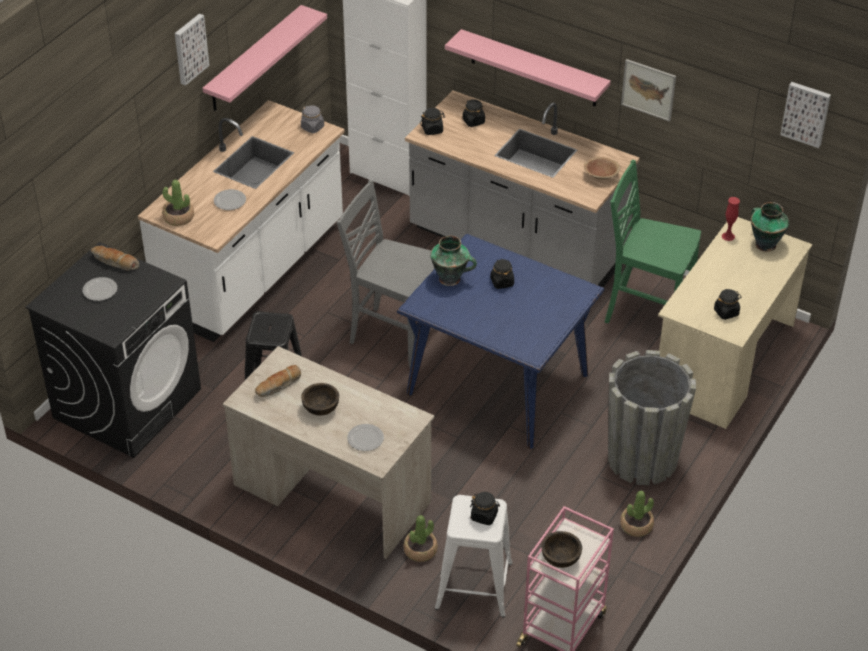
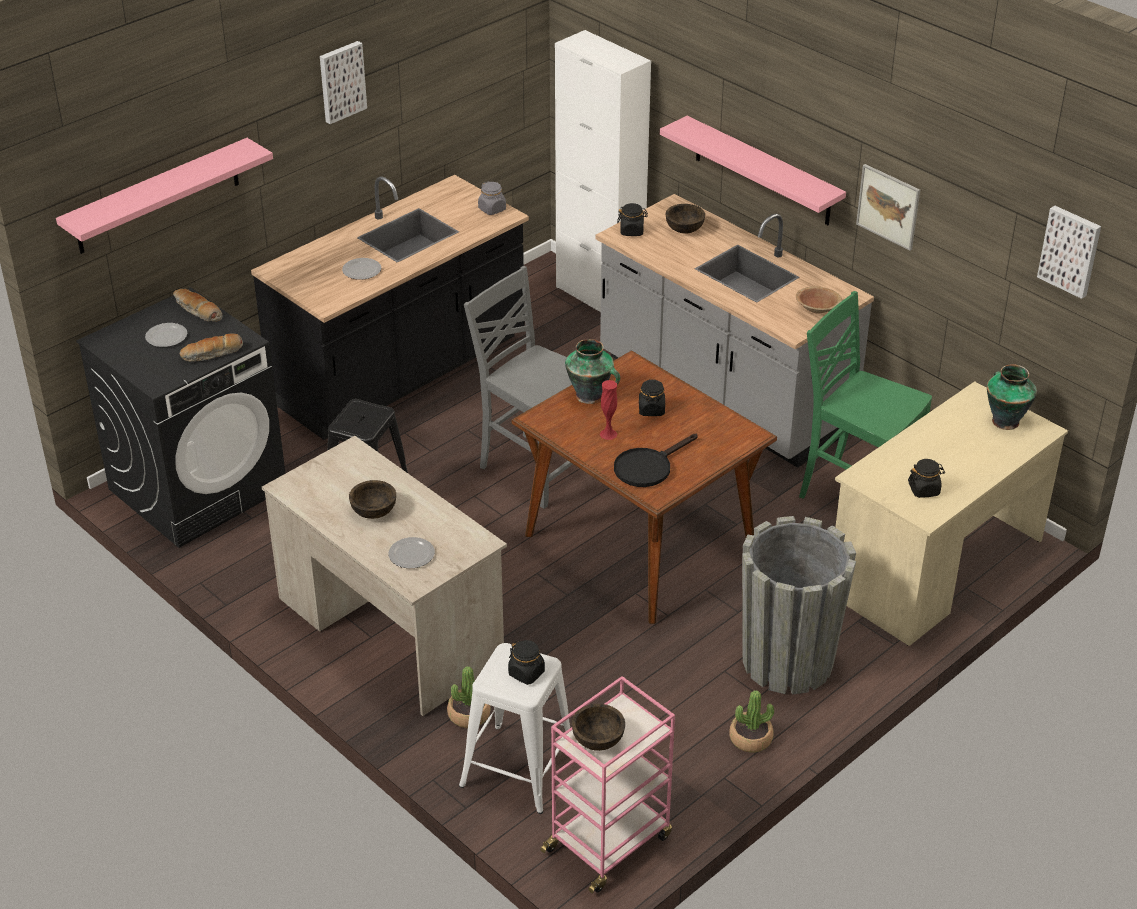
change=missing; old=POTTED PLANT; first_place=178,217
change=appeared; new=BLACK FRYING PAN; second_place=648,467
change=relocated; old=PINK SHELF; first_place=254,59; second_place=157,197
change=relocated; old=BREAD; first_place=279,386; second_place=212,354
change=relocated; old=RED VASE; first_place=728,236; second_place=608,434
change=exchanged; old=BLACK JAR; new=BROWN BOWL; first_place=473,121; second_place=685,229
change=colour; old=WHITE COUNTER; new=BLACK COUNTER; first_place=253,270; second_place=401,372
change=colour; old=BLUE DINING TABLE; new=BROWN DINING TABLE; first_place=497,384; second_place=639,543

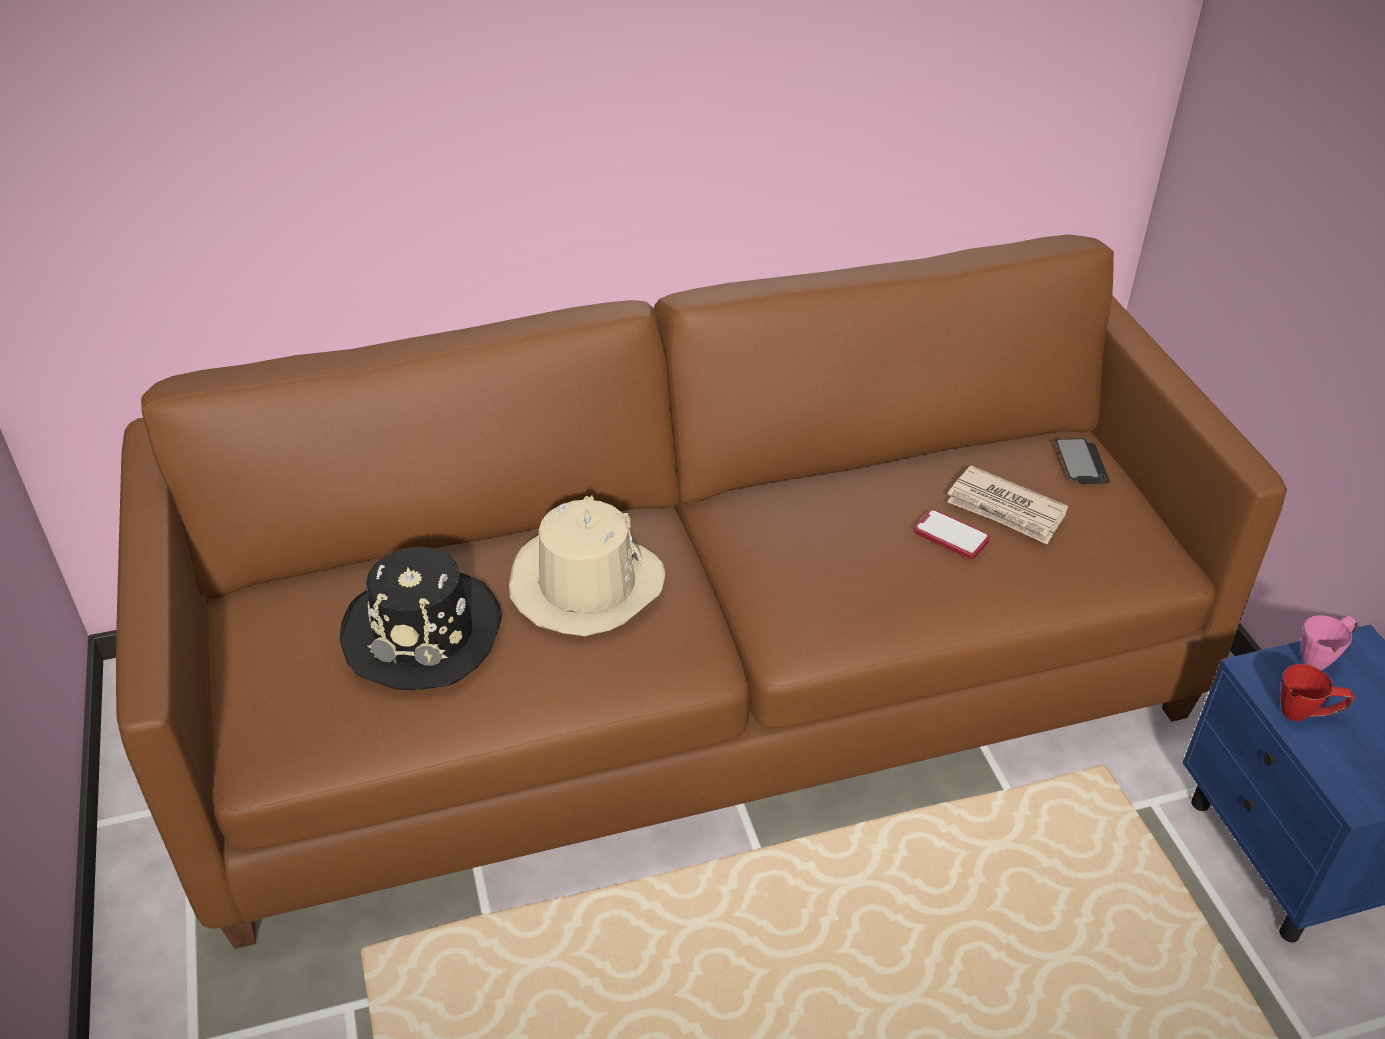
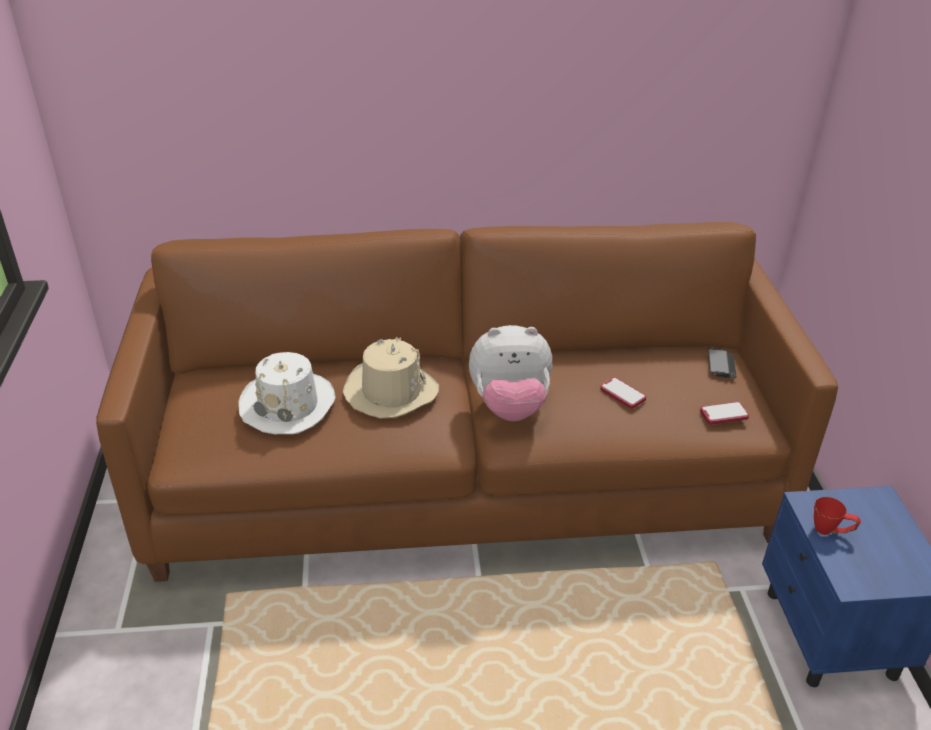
change=missing; old=NEWSPAPER; first_place=1006,509
change=missing; old=PINK MUG; first_place=1321,658
change=appeared; new=PLUSH TOY; second_place=509,407
change=appeared; new=PHONE; second_place=724,414
change=colour; old=BLACK HAT; new=WHITE HAT; first_place=424,632; second_place=288,404

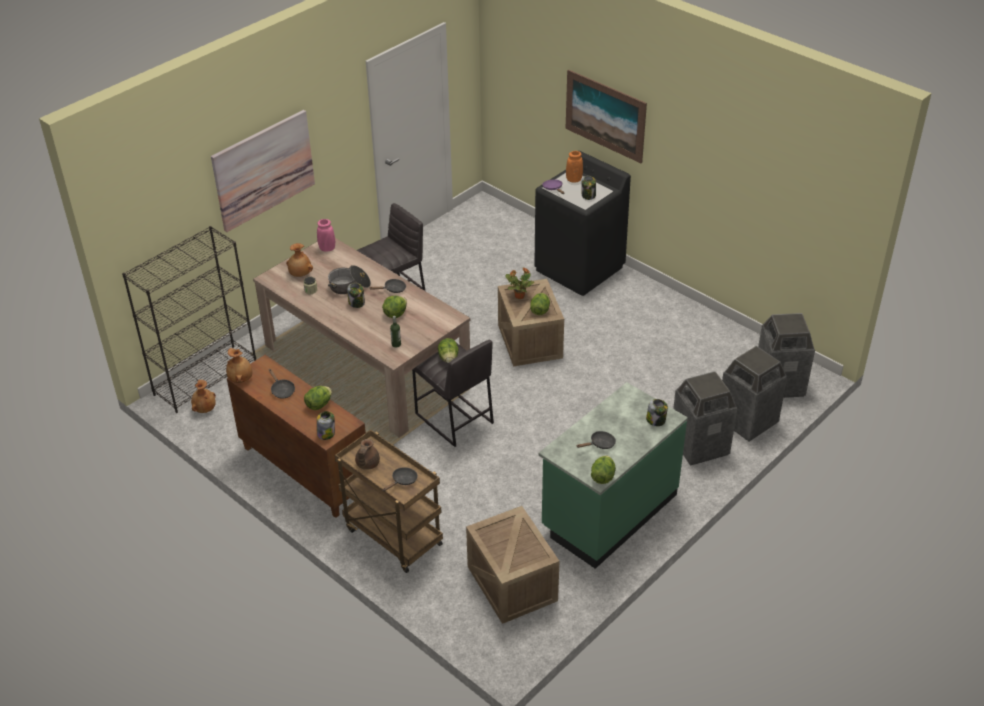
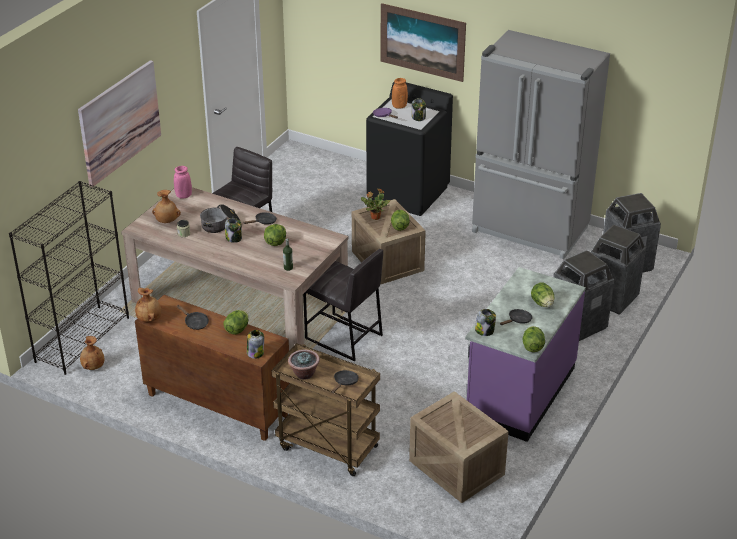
change=appeared; new=GREY FRIDGE; second_place=529,231
change=relocated; old=LETTUCE; first_place=448,358; second_place=542,303
change=relocated; old=JAR; first_place=656,420; second_place=485,331
change=exchanged; old=BROWN TEAPOT; new=POTTED PLANT; first_place=367,464; second_place=304,374
change=colour; old=GREEN COUNTER; new=PURPLE COUNTER; first_place=608,512; second_place=519,392

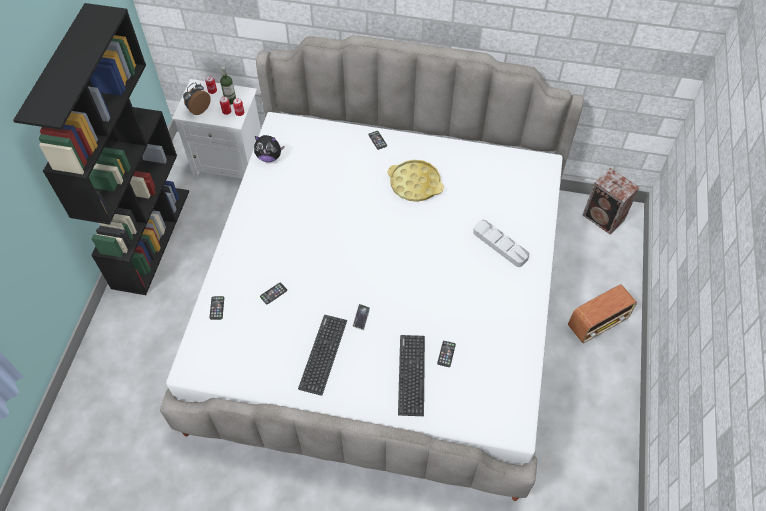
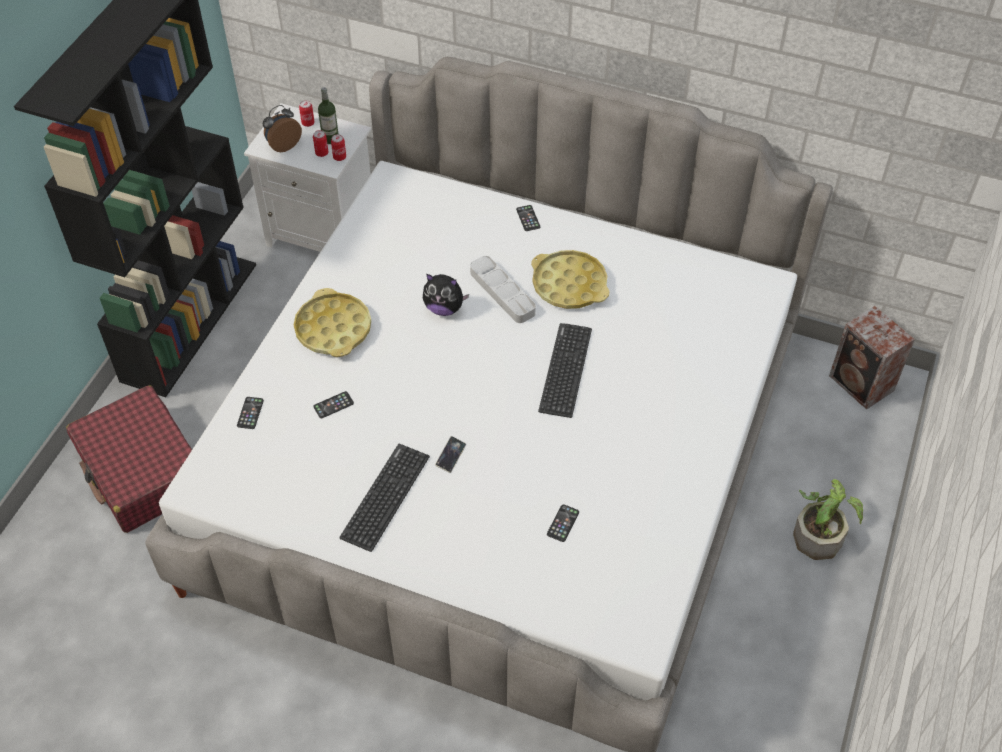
change=appeared; new=RED SUITCASE; second_place=142,470
change=appeared; new=YELLOW TRAY; second_place=333,329
change=relocated; old=PLUSH TOY; first_place=269,157; second_place=444,308
change=relocated; old=KEYBOARD; first_place=411,375; second_place=565,370
change=relocated; old=GREY TRAY; first_place=500,245; second_place=502,292
change=exchanged; old=RADIO; new=POTTED PLANT; first_place=598,323; second_place=820,533

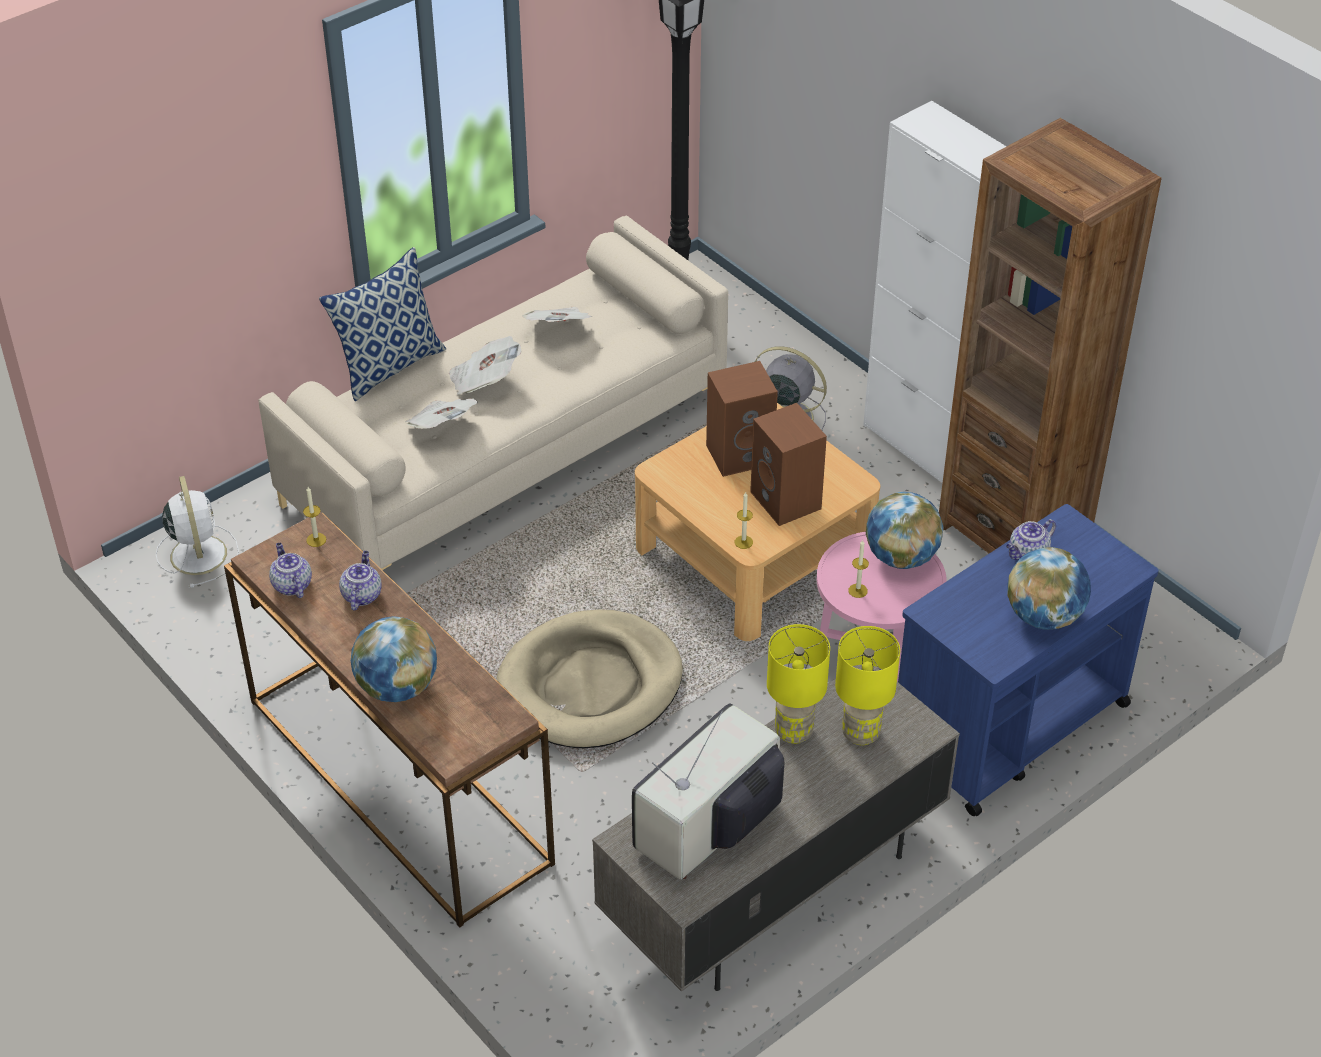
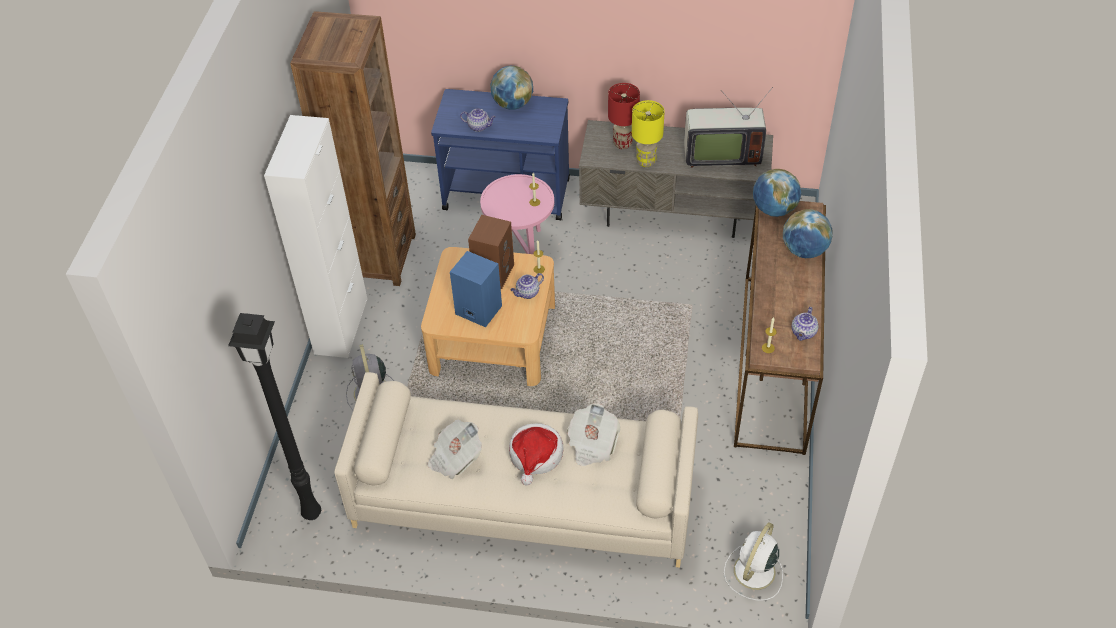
change=missing; old=PILLOW; first_place=389,366
change=missing; old=BEIGE DOG BED; first_place=590,685
change=relocated; old=TEAPOT; first_place=361,595; second_place=527,293
change=relocated; old=GLOBE; first_place=901,557; second_place=774,209
change=exchanged; old=NEWSPAPER; new=HAT; first_place=484,380; second_place=536,456
change=colour; old=BROWN SPEAKER; new=BLUE SPEAKER; first_place=741,453; second_place=477,310
change=colour; old=YELLOW TABLE LAMP; new=RED TABLE LAMP; first_place=861,733; second_place=622,144

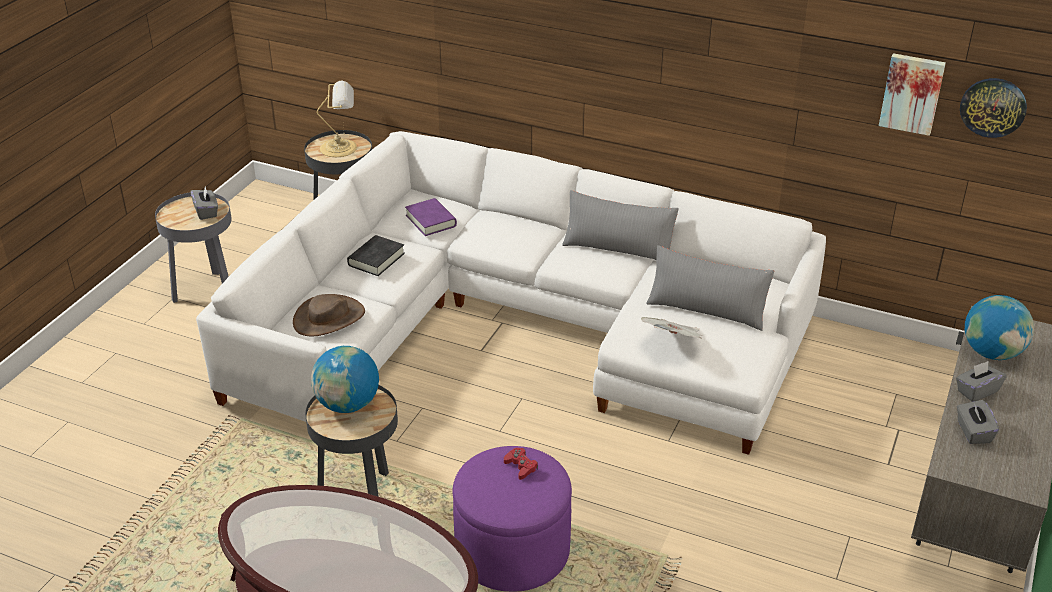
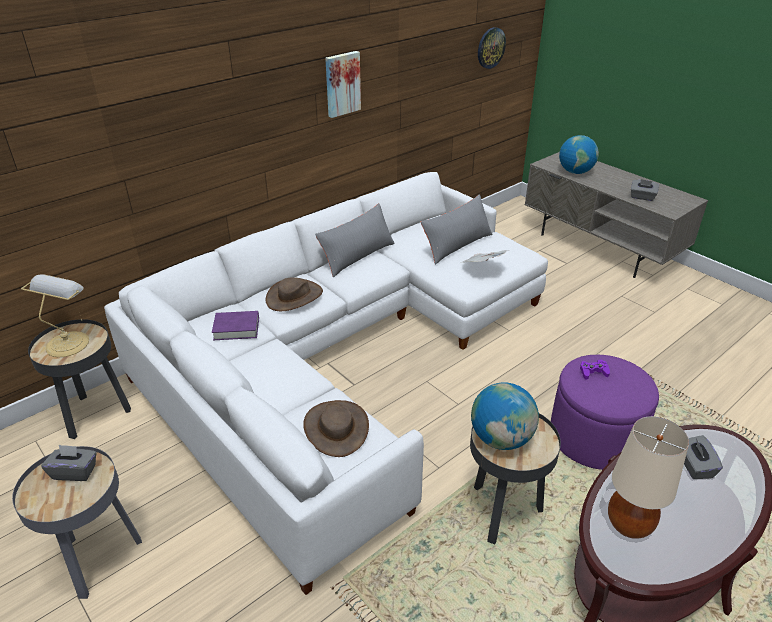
change=missing; old=BLACK BOOK; first_place=376,259
change=appeared; new=BROWN HAT; second_place=294,297
change=appeared; new=BEIGE TABLE LAMP; second_place=629,525
change=relocated; old=PICTURE; first_place=912,93; second_place=342,84
change=relocated; old=GREY TISSUE BOX; first_place=976,391; second_place=694,466
change=colour; old=RED GAME CONTROLLER; new=PURPLE GAME CONTROLLER; first_place=521,466; second_place=593,372

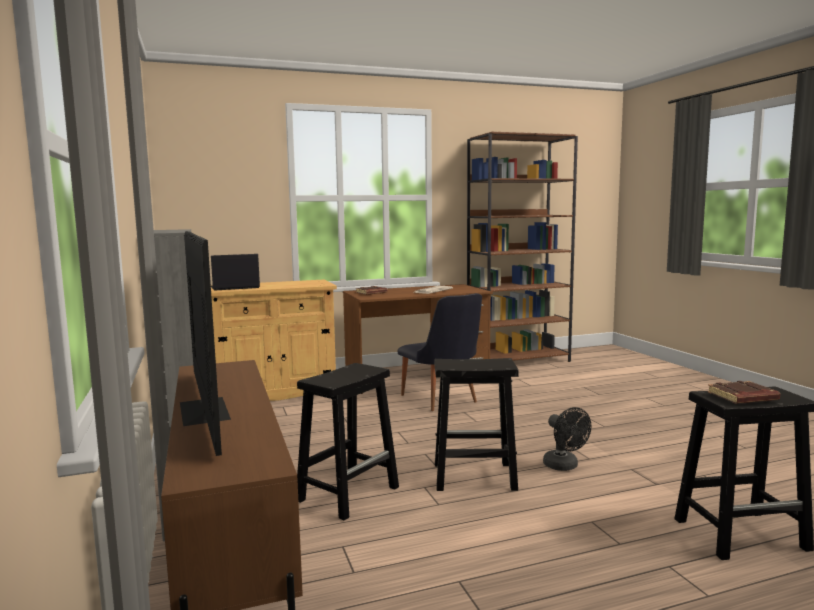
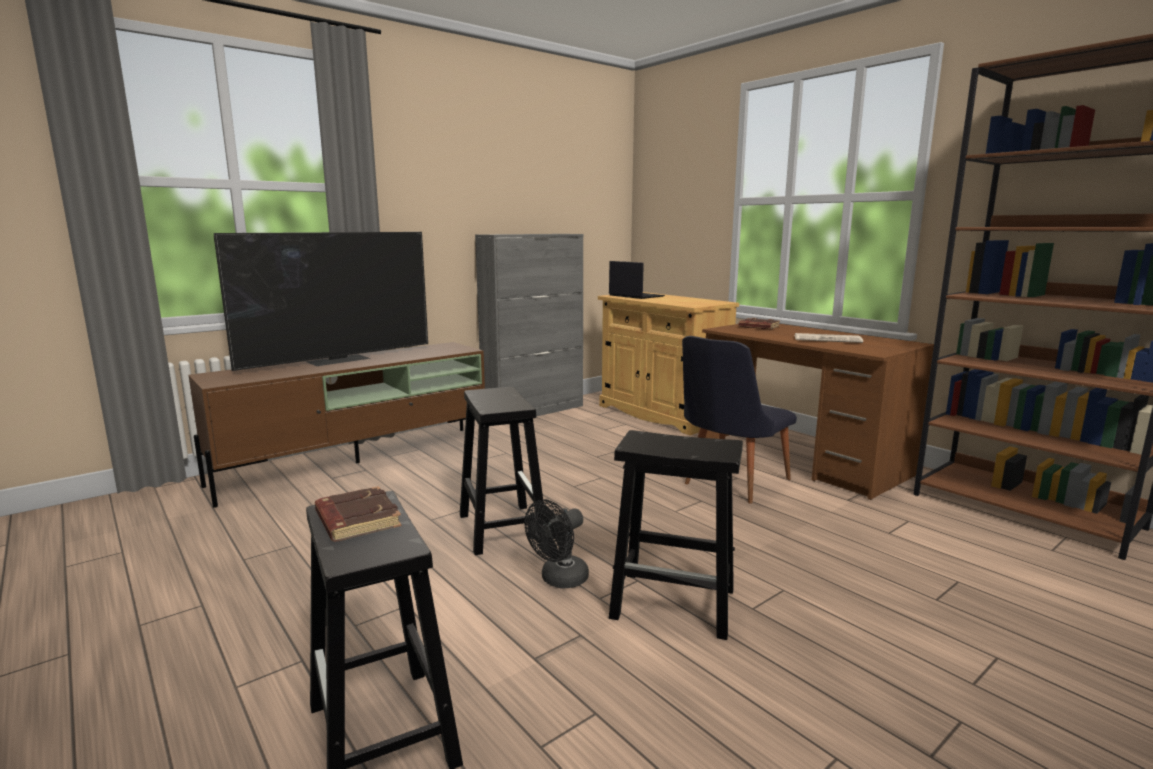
change=relocated; old=BLACK STOOL; first_place=349,493; second_place=675,603

